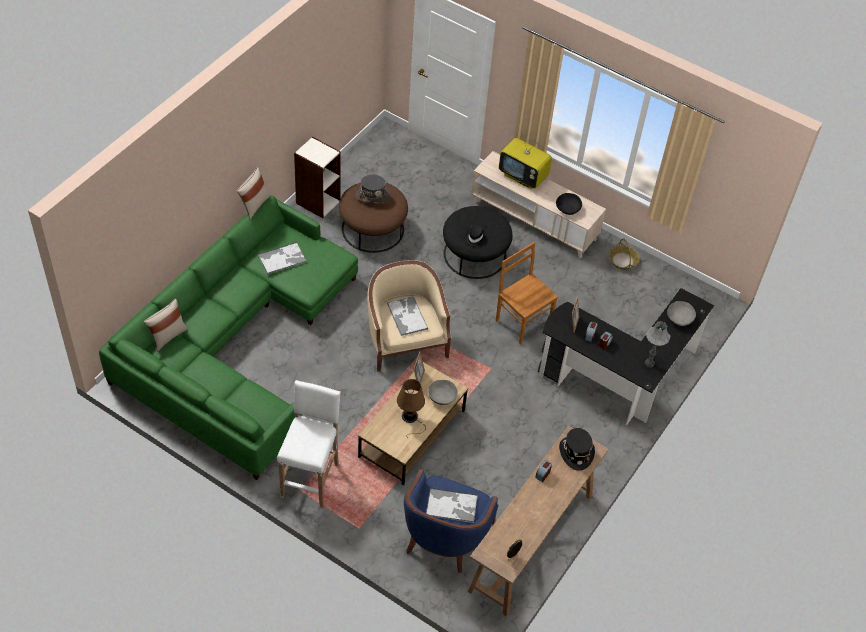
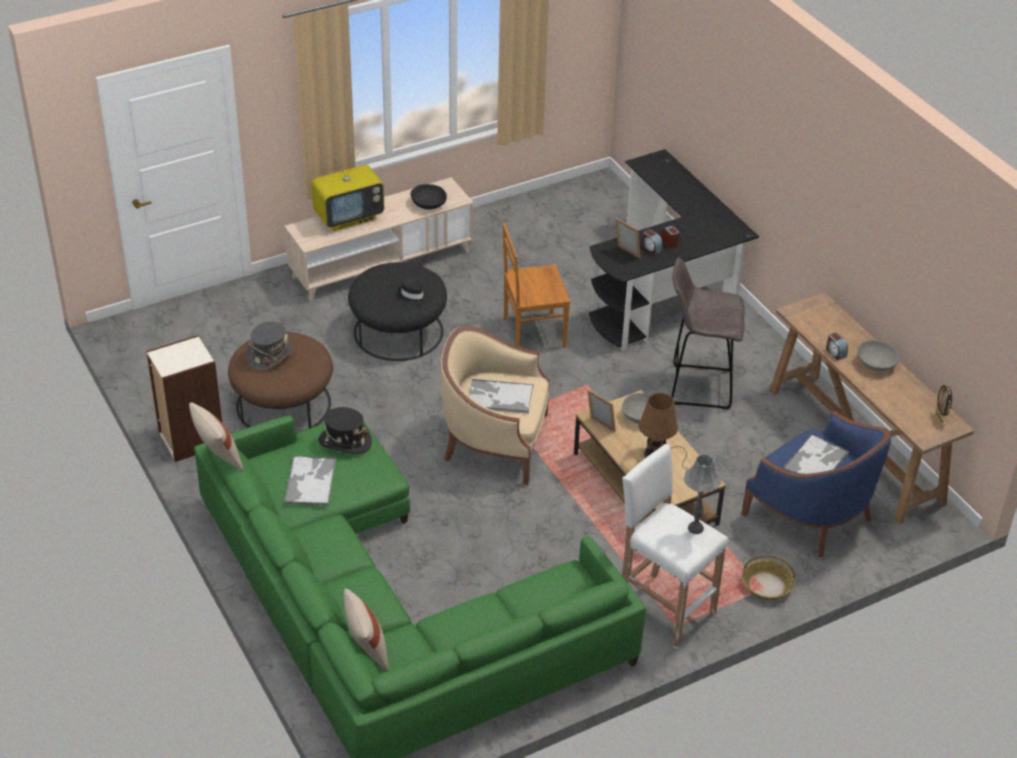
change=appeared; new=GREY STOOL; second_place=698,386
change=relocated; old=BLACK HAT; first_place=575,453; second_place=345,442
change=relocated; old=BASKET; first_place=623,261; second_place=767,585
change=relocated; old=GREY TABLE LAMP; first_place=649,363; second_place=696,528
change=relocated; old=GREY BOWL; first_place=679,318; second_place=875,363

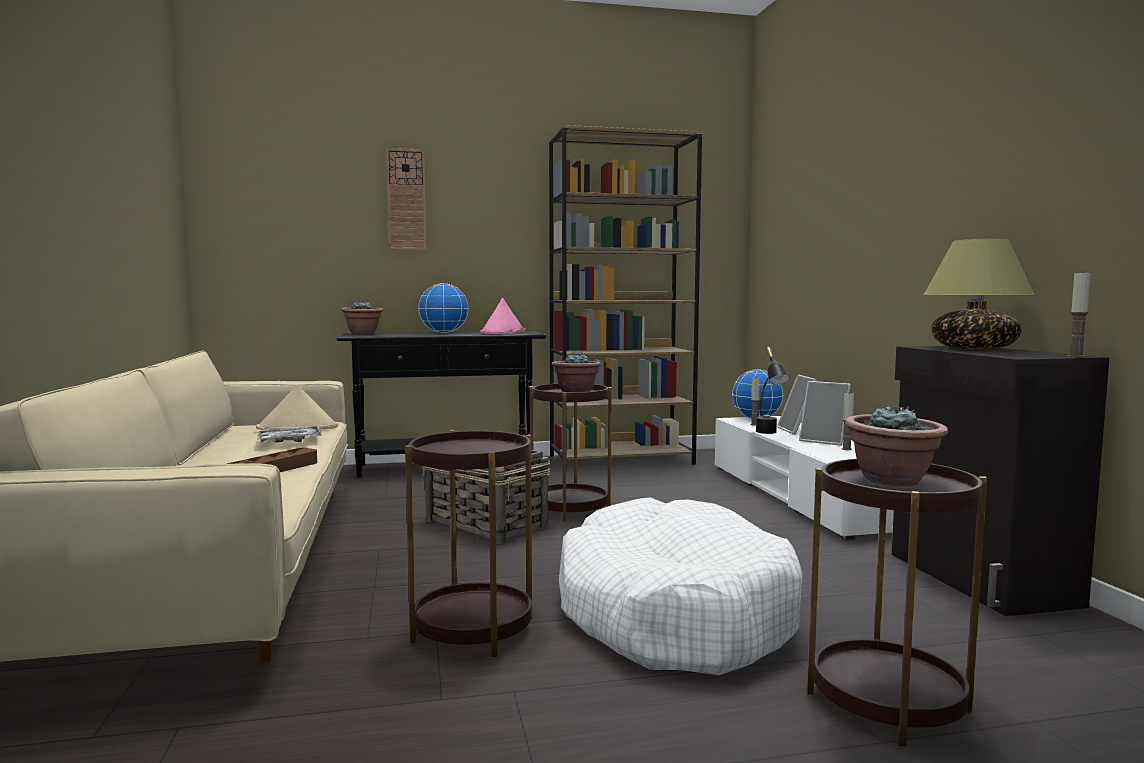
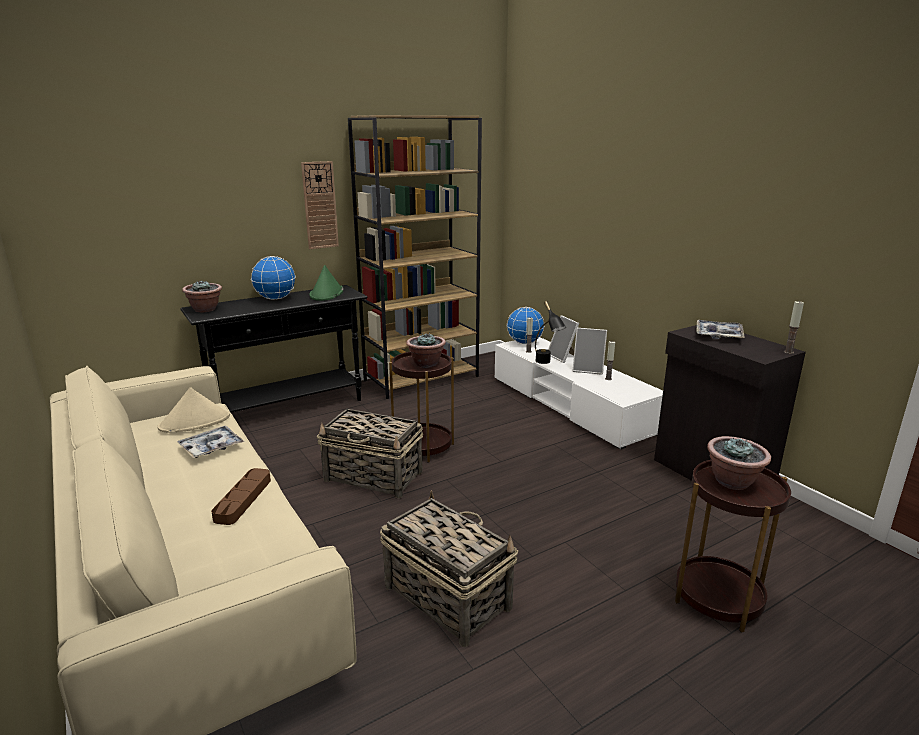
change=missing; old=WHITE DOG BED; first_place=672,614
change=relocated; old=WALL CLOCK; first_place=406,199; second_place=320,205
change=exchanged; old=BROWN SIDE TABLE; new=BASKET; first_place=473,629; second_place=446,596
change=exchanged; old=TABLE LAMP; new=TRAY; first_place=974,348; second_place=718,335
change=colour; old=PINK HAT; new=GREEN HAT; first_place=503,332; second_place=326,294

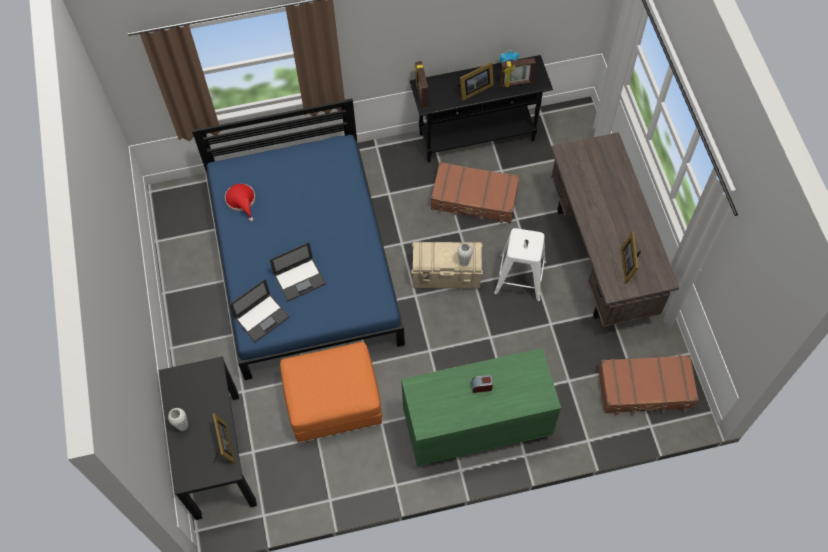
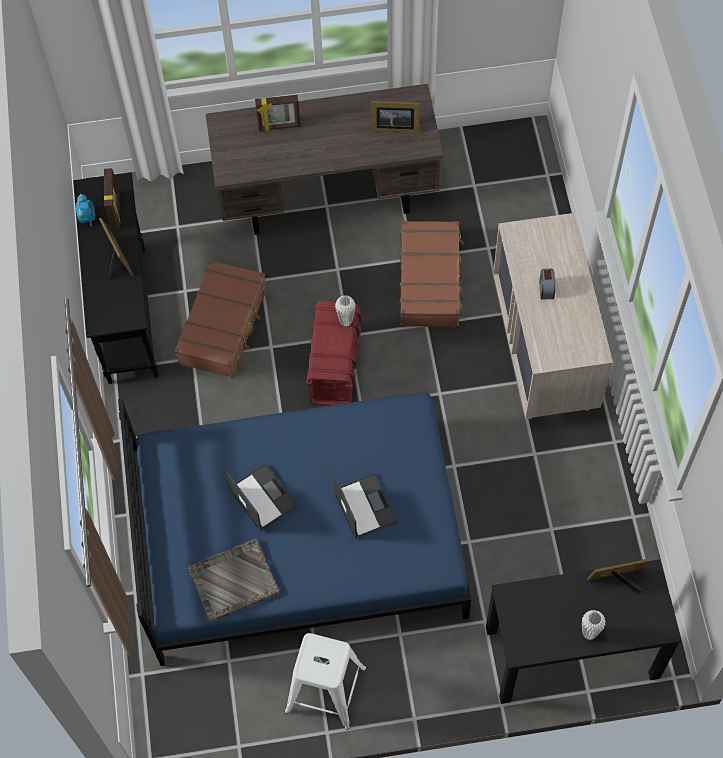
change=missing; old=ORANGE OTTOMAN; first_place=334,401
change=relocated; old=LAPTOP; first_place=262,317; second_place=262,497
change=relocated; old=PICTURE FRAME; first_place=421,95; second_place=279,126
change=relocated; old=WHITE STOOL; first_place=519,277; second_place=324,690
change=relocated; old=BROWN SUITCASE; first_place=645,389; second_place=430,280
change=exchanged; old=RED HAT; new=GREY TRAY; first_place=242,201; second_place=232,581
change=colour; old=GREEN DRESSER; new=BEIGE DRESSER; first_place=475,427; second_place=544,350
change=colour; old=BEIGE STORAGE BOX; new=RED STORAGE BOX; first_place=446,275; second_place=335,366

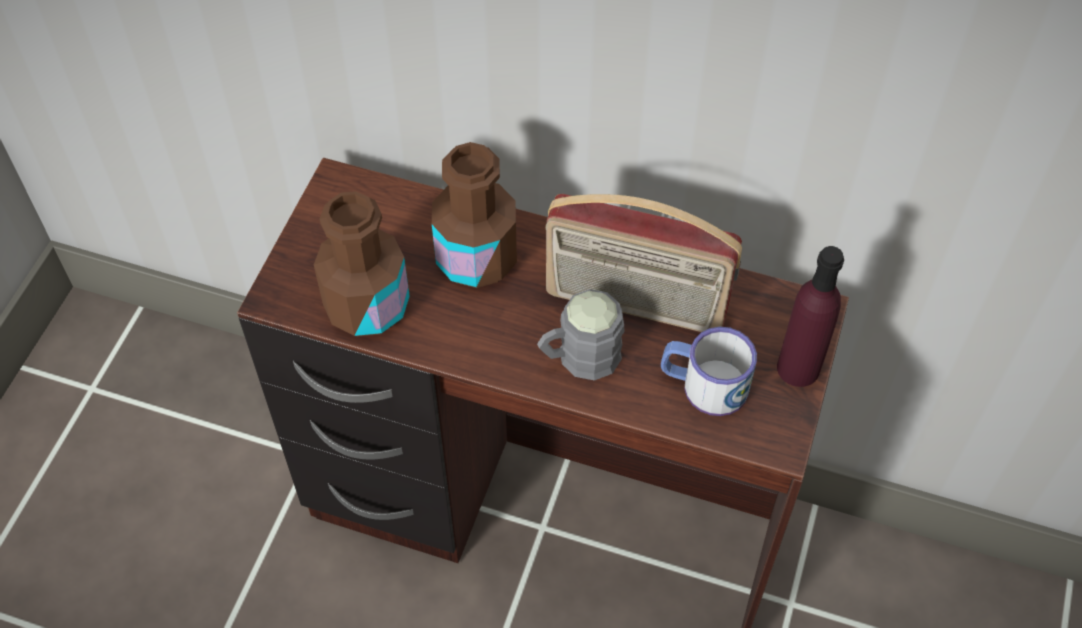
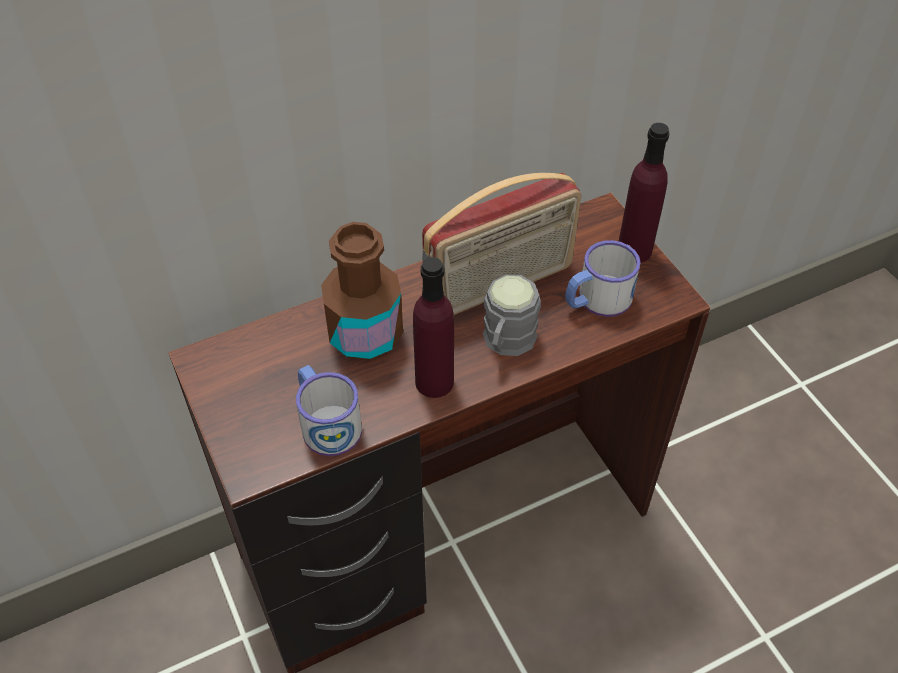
change=appeared; new=PURPLE BOTTLE; second_place=434,382
change=exchanged; old=BROWN BOTTLE; new=MUG; first_place=367,306; second_place=326,422

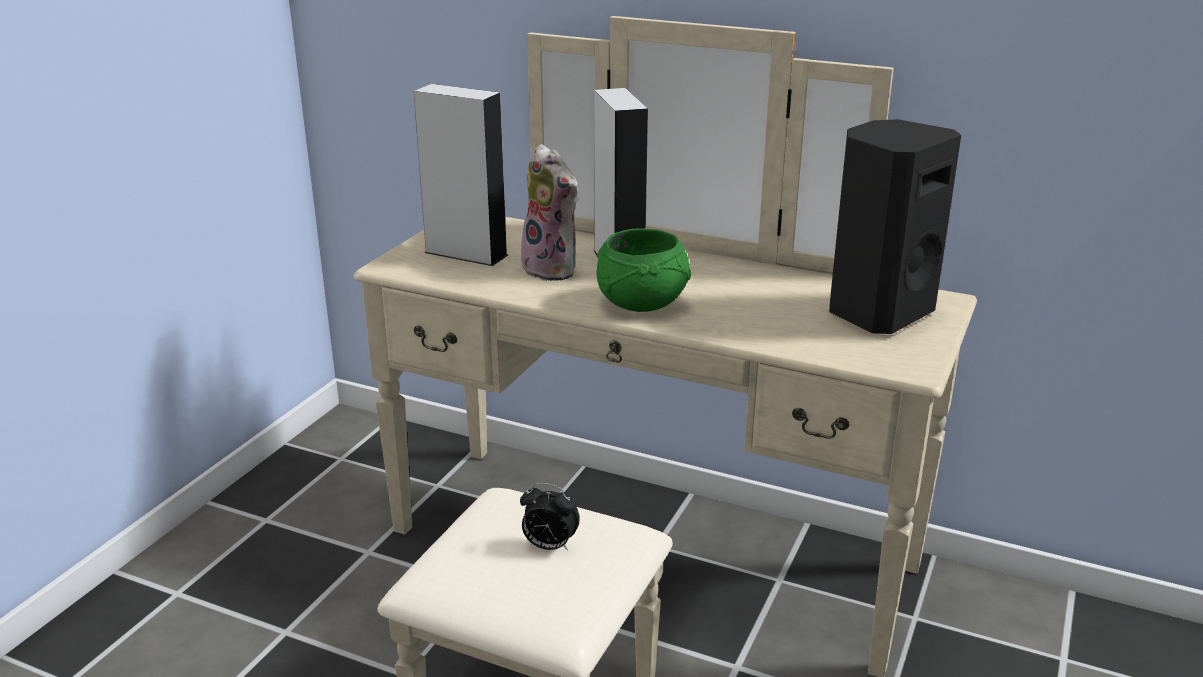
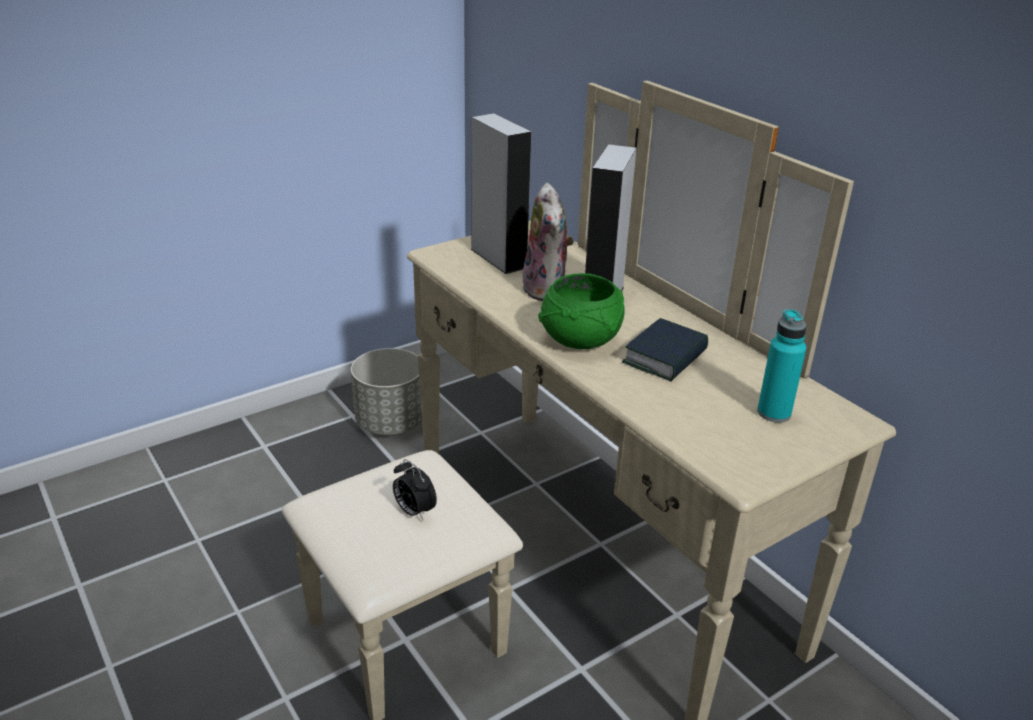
change=appeared; new=GREY PLANTER; second_place=390,423
change=appeared; new=BOOK; second_place=665,357
change=exchanged; old=BLACK SPEAKER; new=TURQUOISE BOTTLE; first_place=877,312; second_place=774,413

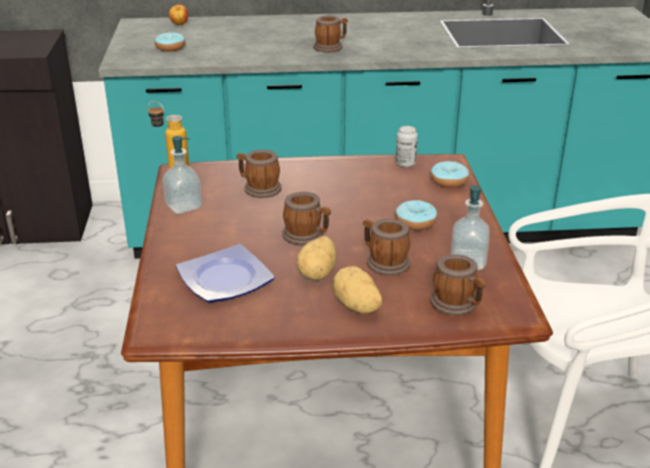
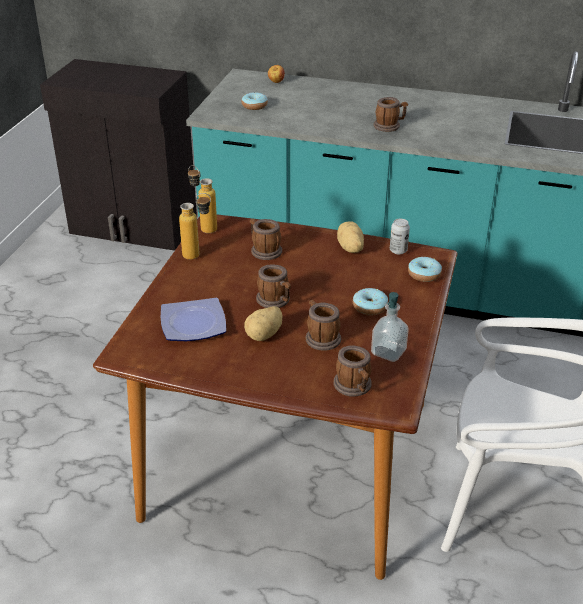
change=relocated; old=POTATO; first_place=356,306; second_place=349,248
change=exchanged; old=SOAP DISPENSER; new=BOTTLE; first_place=183,206; second_place=198,255

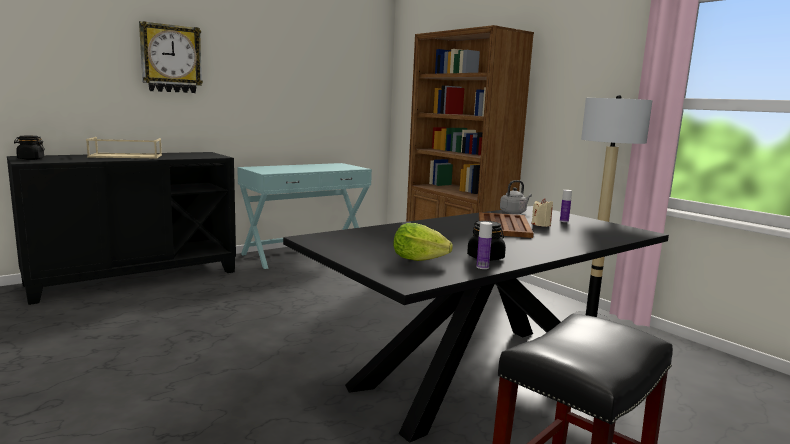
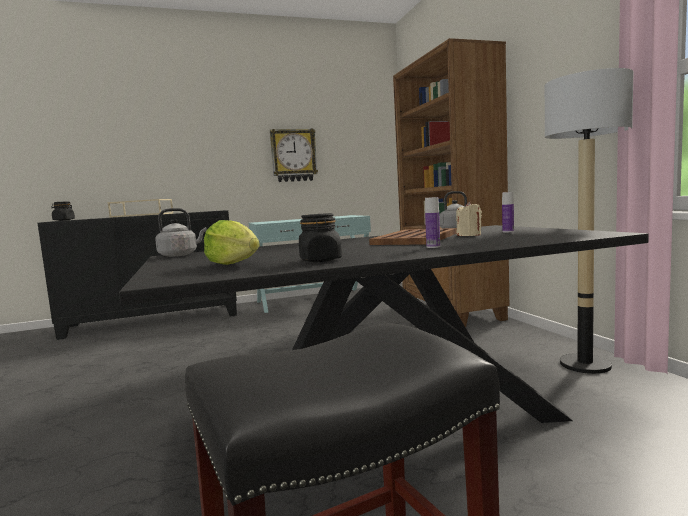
change=appeared; new=GREY KETTLE; second_place=180,255
change=relocated; old=WALL CLOCK; first_place=171,59; second_place=293,155
change=relocated; old=BOTTLE; first_place=482,267; second_place=433,247

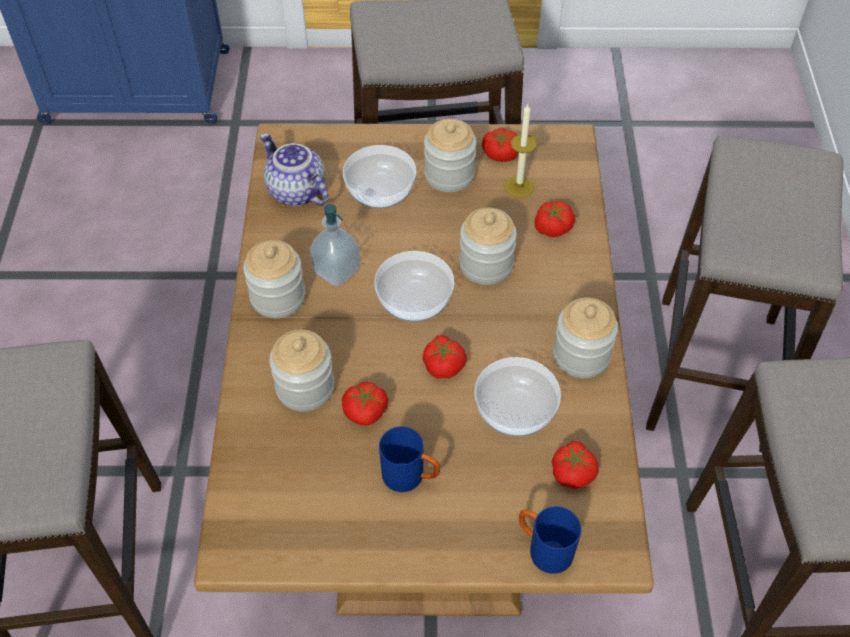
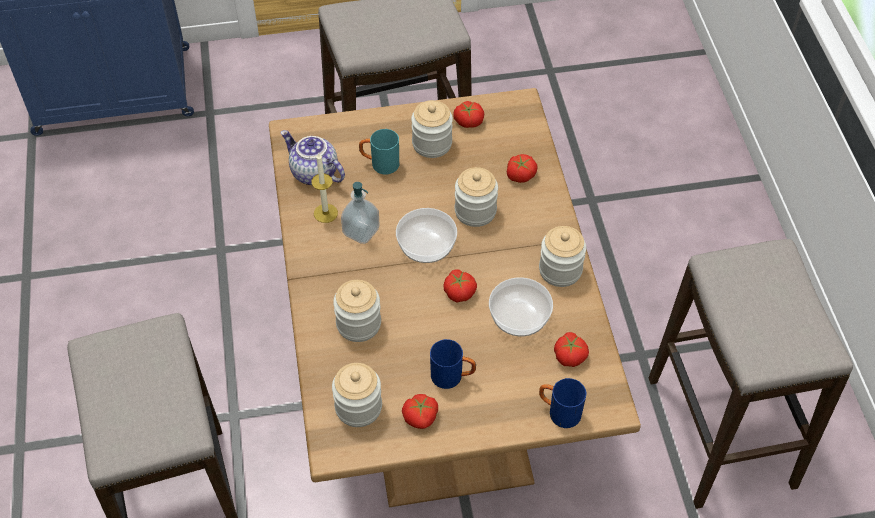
change=missing; old=STOOL; first_place=712,372
change=relocated; old=JAR; first_place=278,297; second_place=358,407
change=relocated; old=TOMATO; first_place=366,412; second_place=421,417
change=relocated; old=CANDLE; first_place=519,186; second_place=325,213
change=exchanged; old=BOWL; new=TURQUOISE MUG; first_place=379,191; second_place=380,164

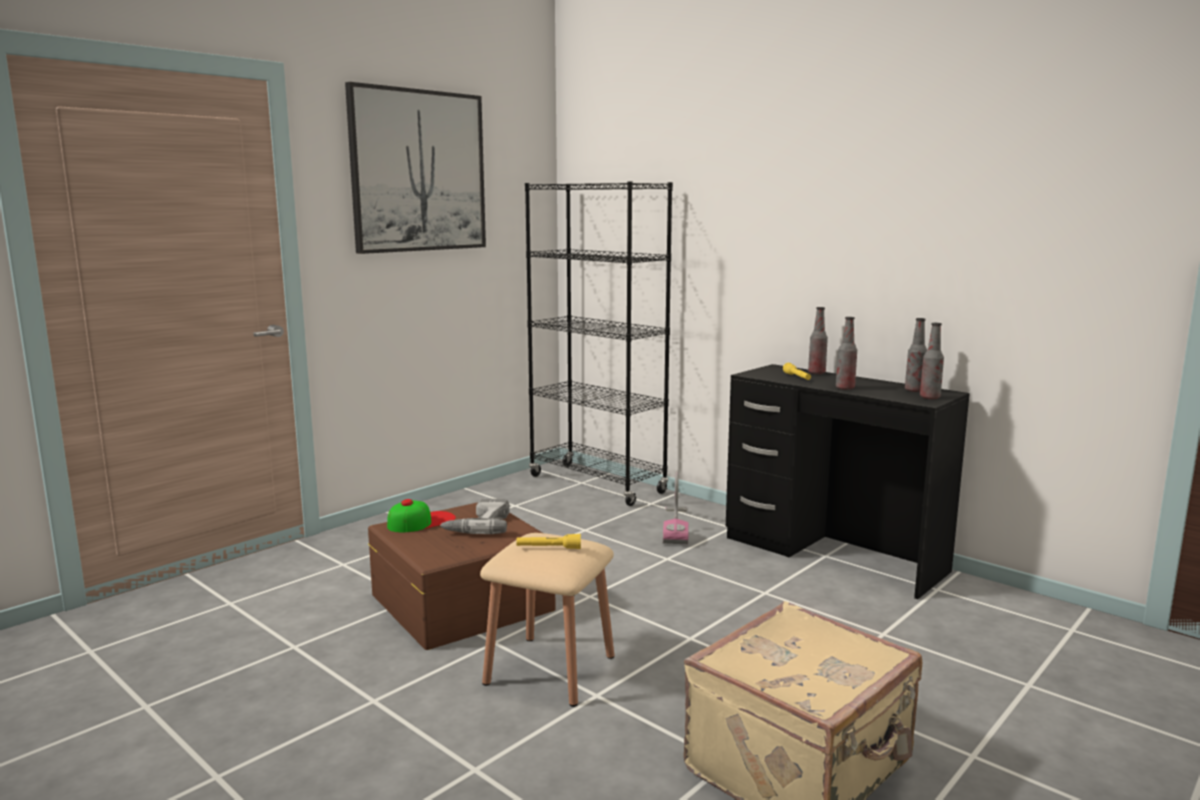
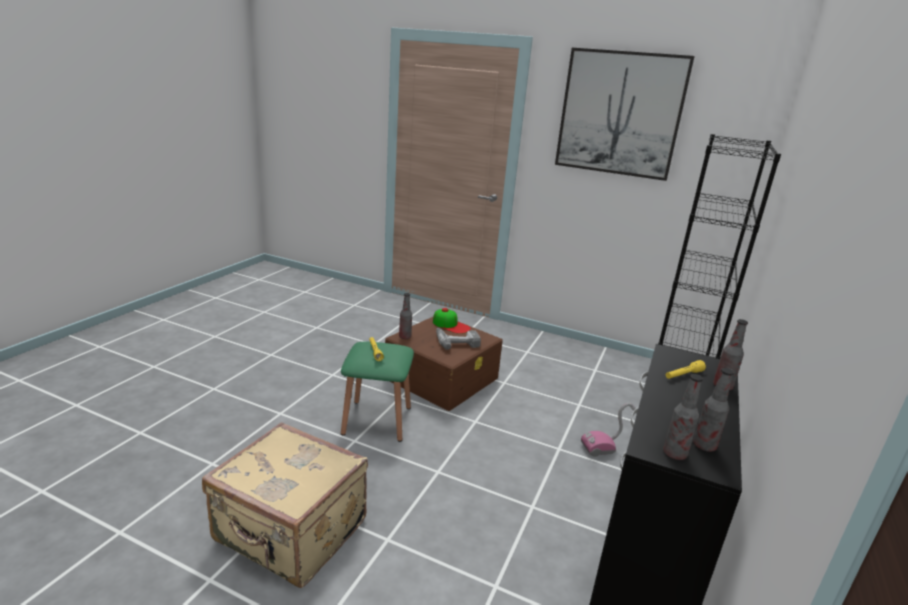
change=relocated; old=BOTTLE; first_place=845,388; second_place=405,337
change=colour; old=BEIGE STOOL; new=GREEN STOOL; first_place=550,669; second_place=377,420

